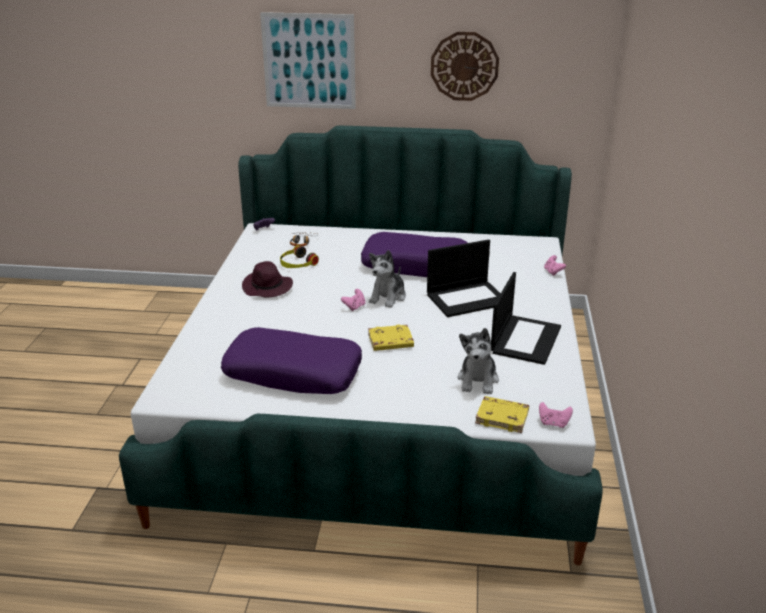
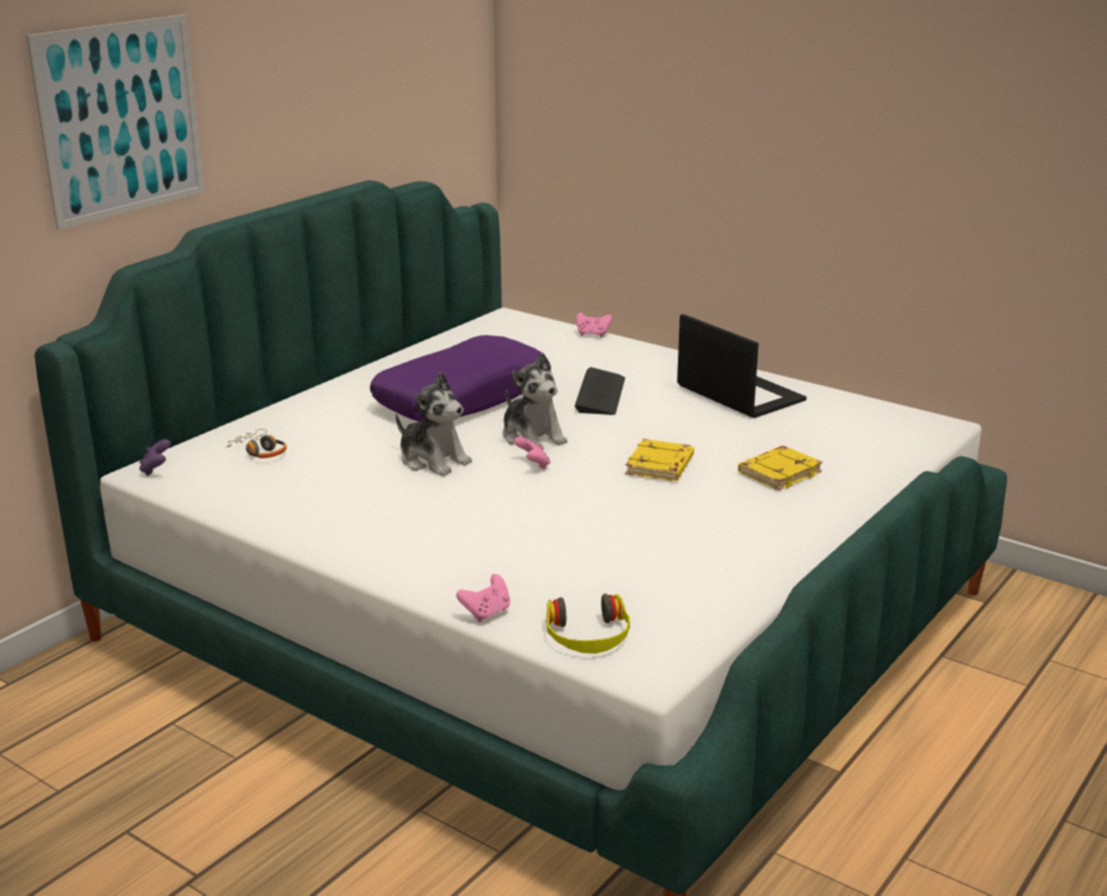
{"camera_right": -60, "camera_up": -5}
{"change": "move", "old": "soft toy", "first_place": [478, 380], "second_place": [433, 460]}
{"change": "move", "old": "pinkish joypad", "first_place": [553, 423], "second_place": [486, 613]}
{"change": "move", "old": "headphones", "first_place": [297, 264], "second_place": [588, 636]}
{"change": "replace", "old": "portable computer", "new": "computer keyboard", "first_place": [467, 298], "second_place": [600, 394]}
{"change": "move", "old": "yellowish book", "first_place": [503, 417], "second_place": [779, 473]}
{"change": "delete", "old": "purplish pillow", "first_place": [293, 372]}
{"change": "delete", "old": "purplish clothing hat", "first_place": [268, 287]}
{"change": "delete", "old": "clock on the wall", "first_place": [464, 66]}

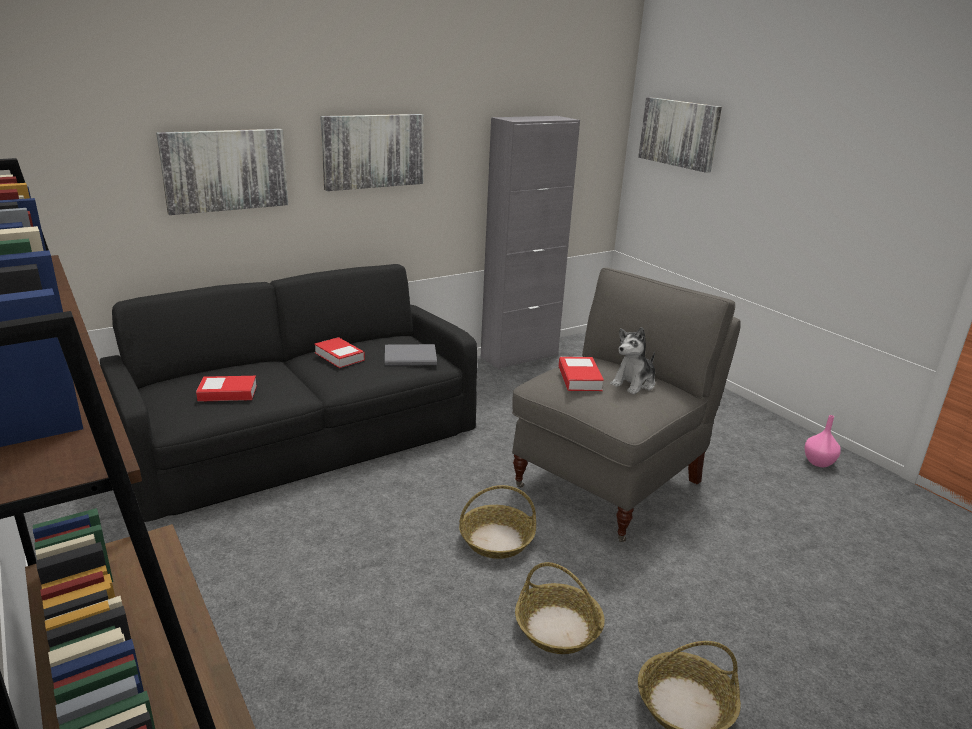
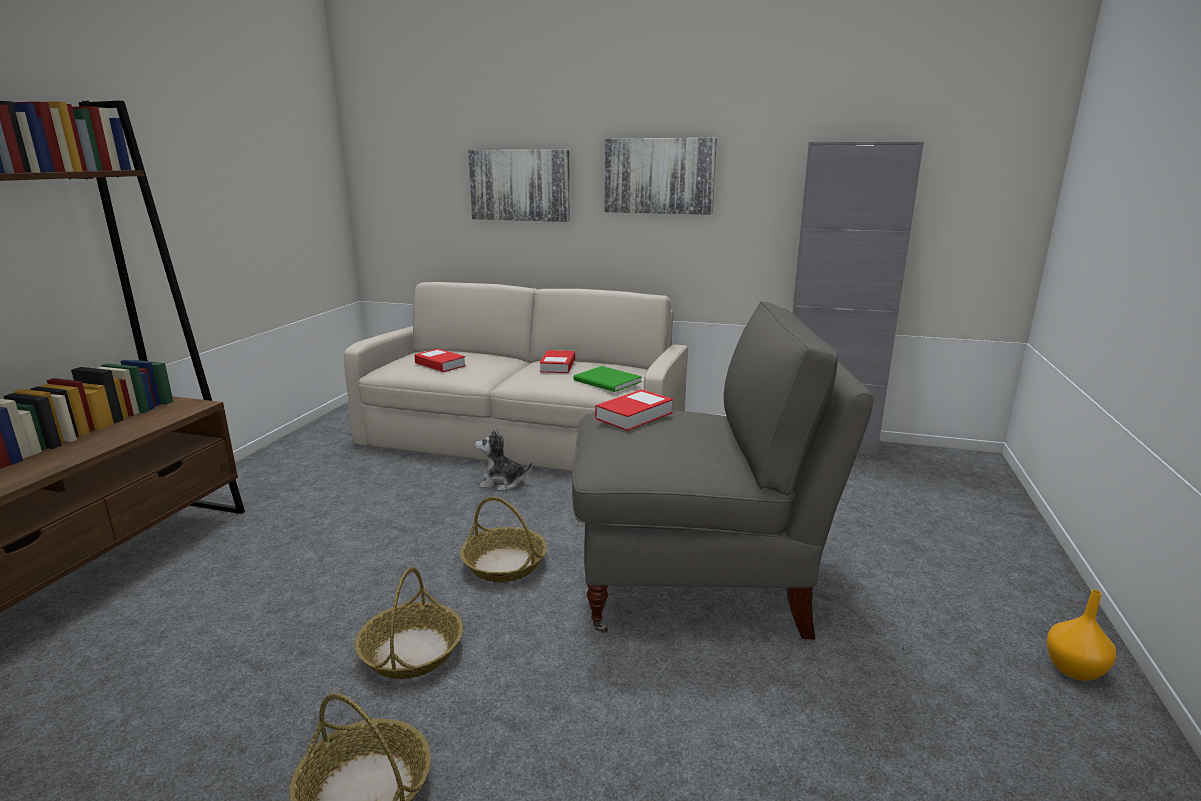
{"camera_right": 50, "camera_up": -5}
{"change": "recolor", "old": "black sofa", "new": "beige-coloured sofa", "first_place": [303, 434], "second_place": [525, 433]}
{"change": "move", "old": "soft toy", "first_place": [634, 383], "second_place": [502, 483]}
{"change": "recolor", "old": "grey book", "new": "green-coloured book", "first_place": [412, 357], "second_place": [608, 381]}
{"change": "insert", "new": "orange-coloured vase", "second_place": [1075, 670]}
{"change": "delete", "old": "picture", "first_place": [679, 133]}
{"change": "delete", "old": "pinkish vase", "first_place": [819, 462]}

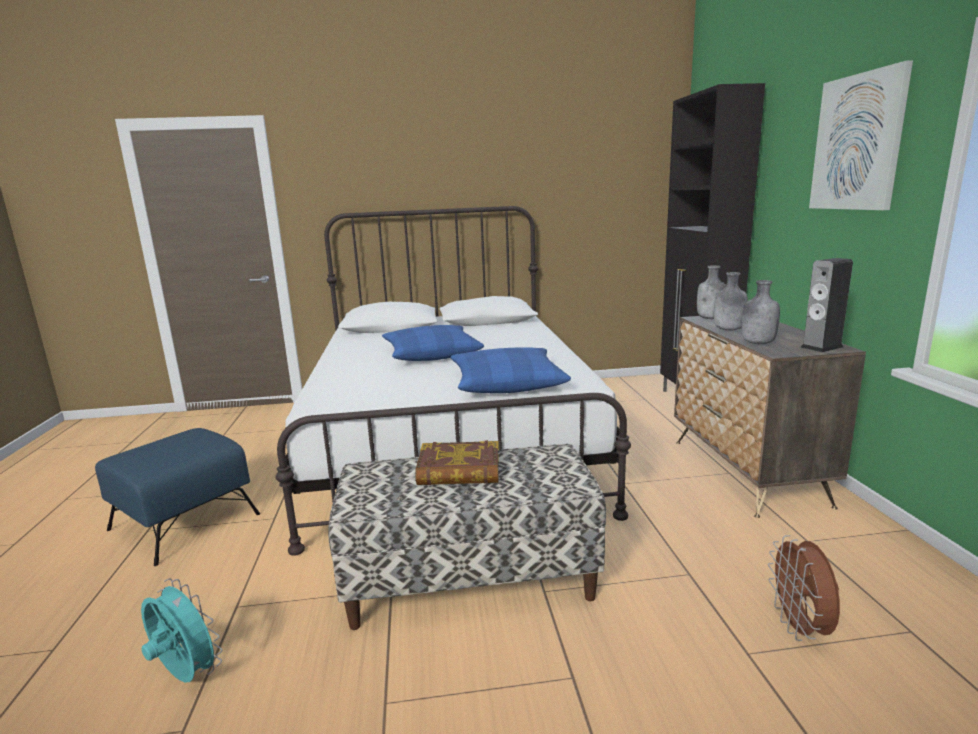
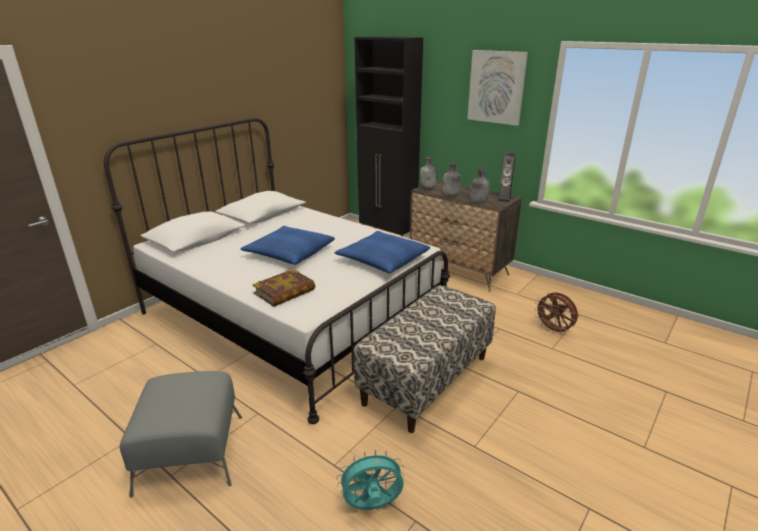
{"camera_right": -45, "camera_up": 10}
{"change": "recolor", "old": "blue ottoman", "new": "grey ottoman", "first_place": [186, 521], "second_place": [191, 452]}
{"change": "move", "old": "book", "first_place": [459, 471], "second_place": [285, 292]}

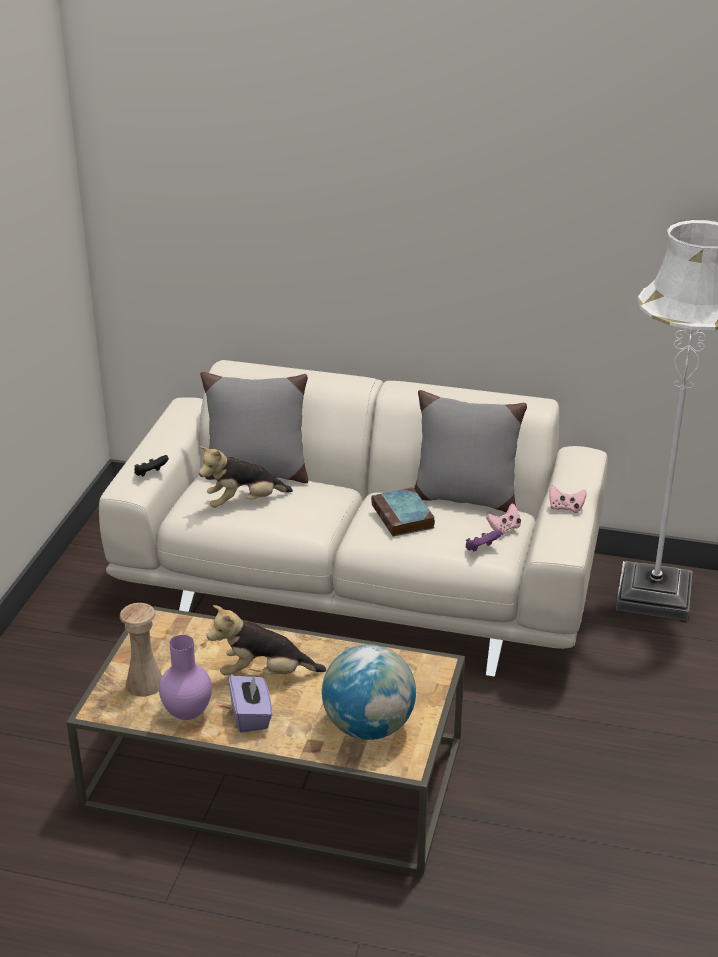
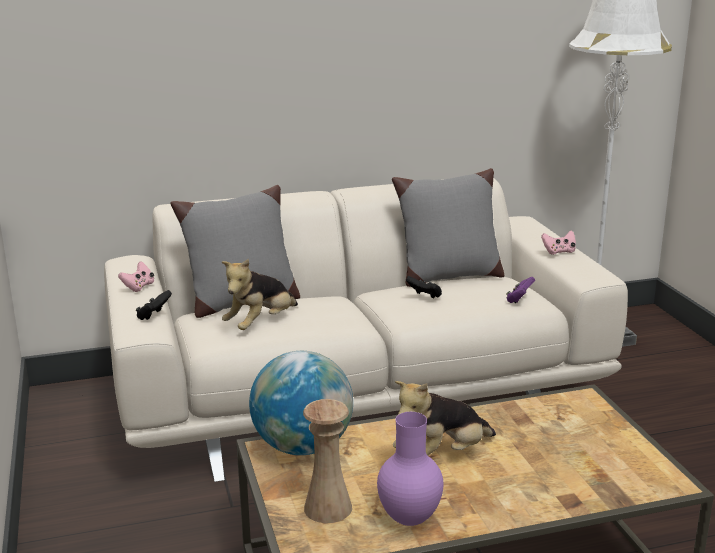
{"camera_right": -30, "camera_up": -10}
{"change": "move", "old": "pinkish joypad", "first_place": [504, 528], "second_place": [138, 287]}
{"change": "move", "old": "desk globe", "first_place": [368, 727], "second_place": [303, 446]}
{"change": "replace", "old": "book", "new": "black joypad", "first_place": [403, 517], "second_place": [425, 296]}
{"change": "delete", "old": "purplish box of tissues", "first_place": [251, 716]}

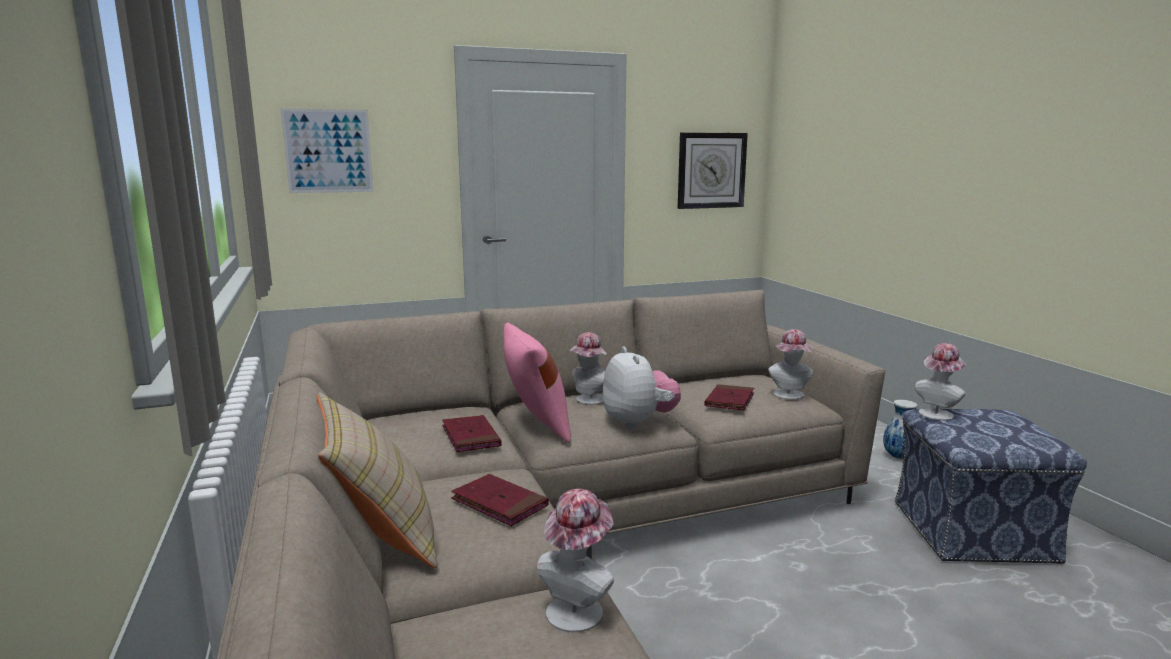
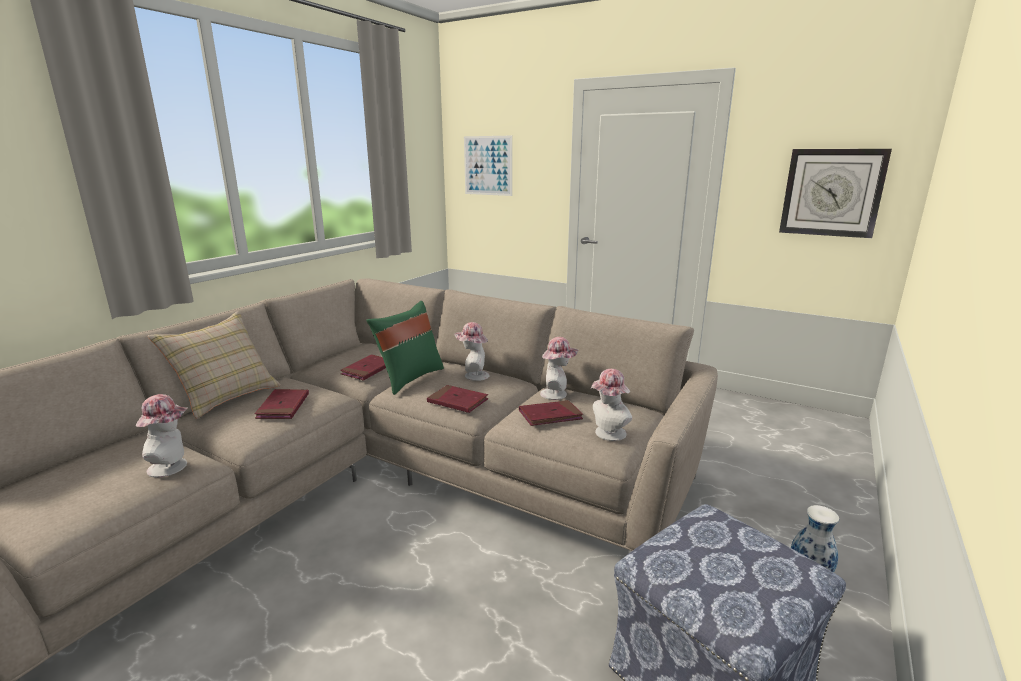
{"camera_right": 50, "camera_up": 5}
{"change": "recolor", "old": "pinkish pillow", "new": "green-coloured pillow", "first_place": [536, 426], "second_place": [409, 378]}
{"change": "replace", "old": "soft toy", "new": "red-coloured book", "first_place": [639, 422], "second_place": [457, 401]}
{"change": "move", "old": "clothing hat", "first_place": [937, 413], "second_place": [557, 394]}

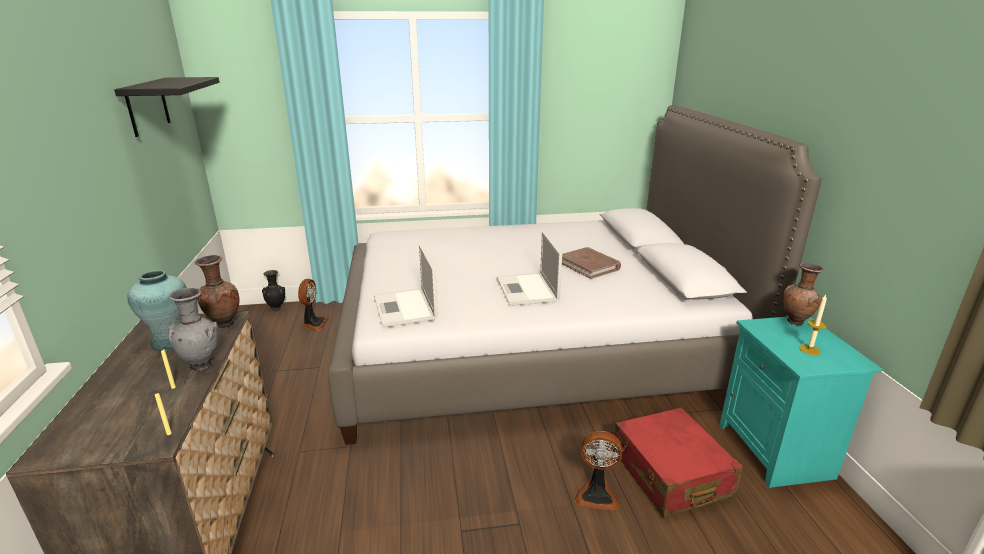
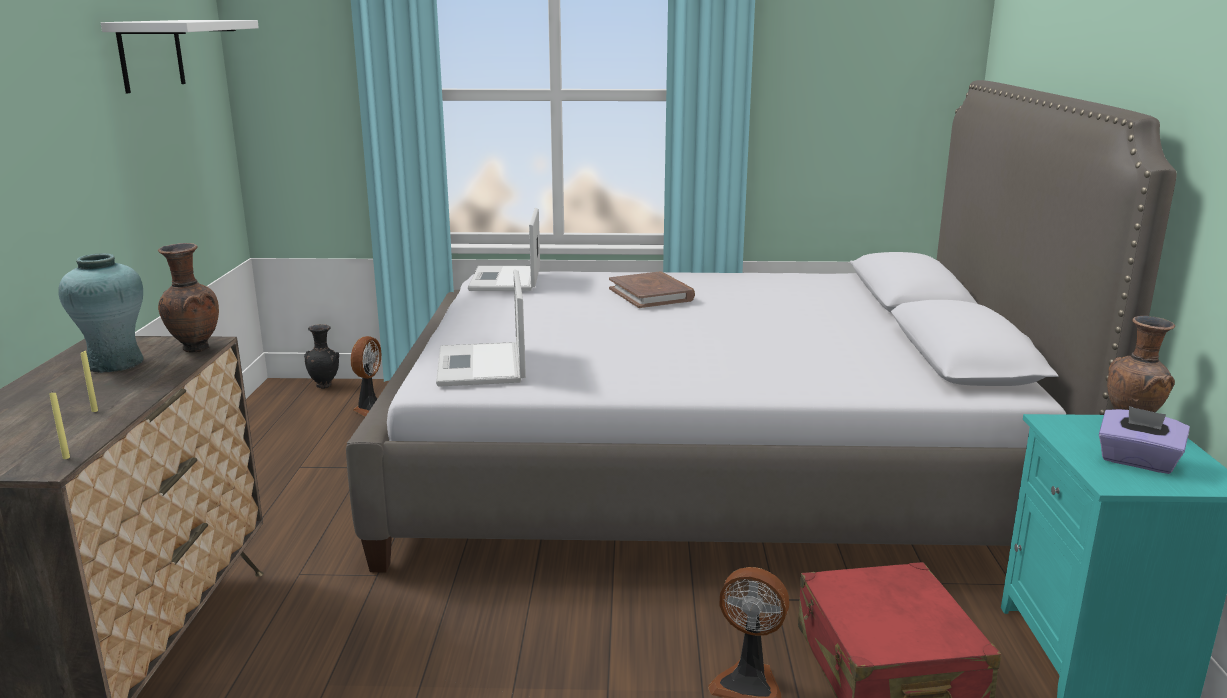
{"camera_right": 10, "camera_up": -5}
{"change": "recolor", "old": "black wall shelf", "new": "white wall shelf", "first_place": [147, 106], "second_place": [151, 55]}
{"change": "move", "old": "portable computer", "first_place": [527, 290], "second_place": [506, 280]}
{"change": "move", "old": "brownish book", "first_place": [589, 265], "second_place": [651, 294]}
{"change": "replace", "old": "wax candle", "new": "purplish box of tissues", "first_place": [809, 350], "second_place": [1137, 461]}
{"change": "delete", "old": "grey vase", "first_place": [202, 365]}

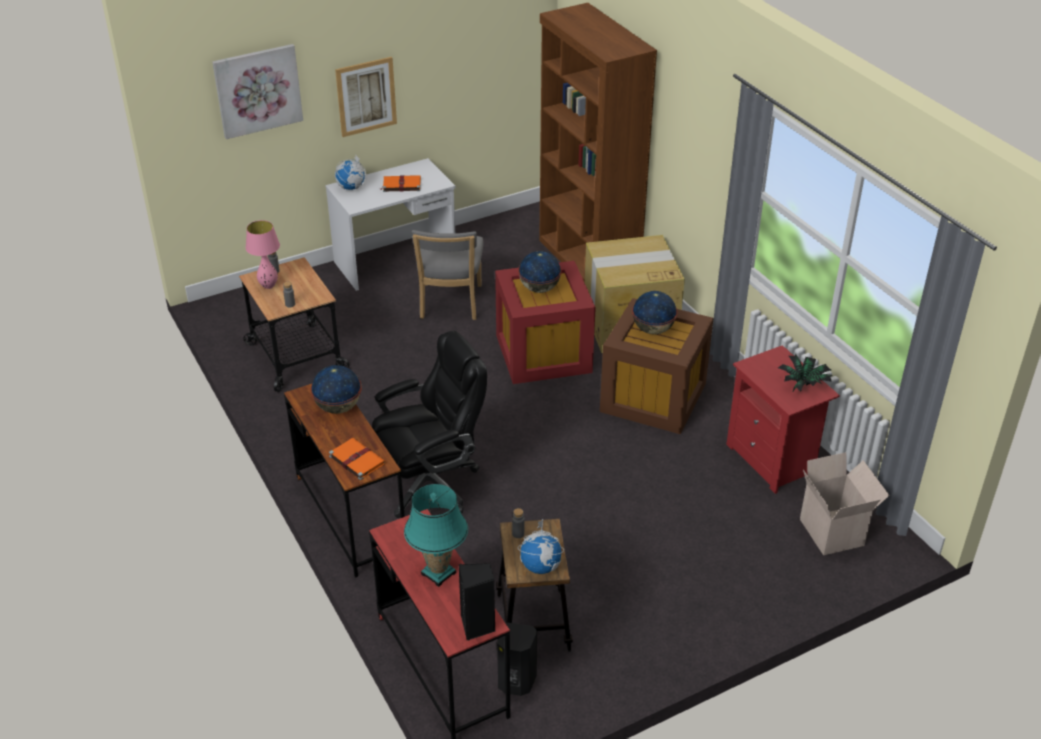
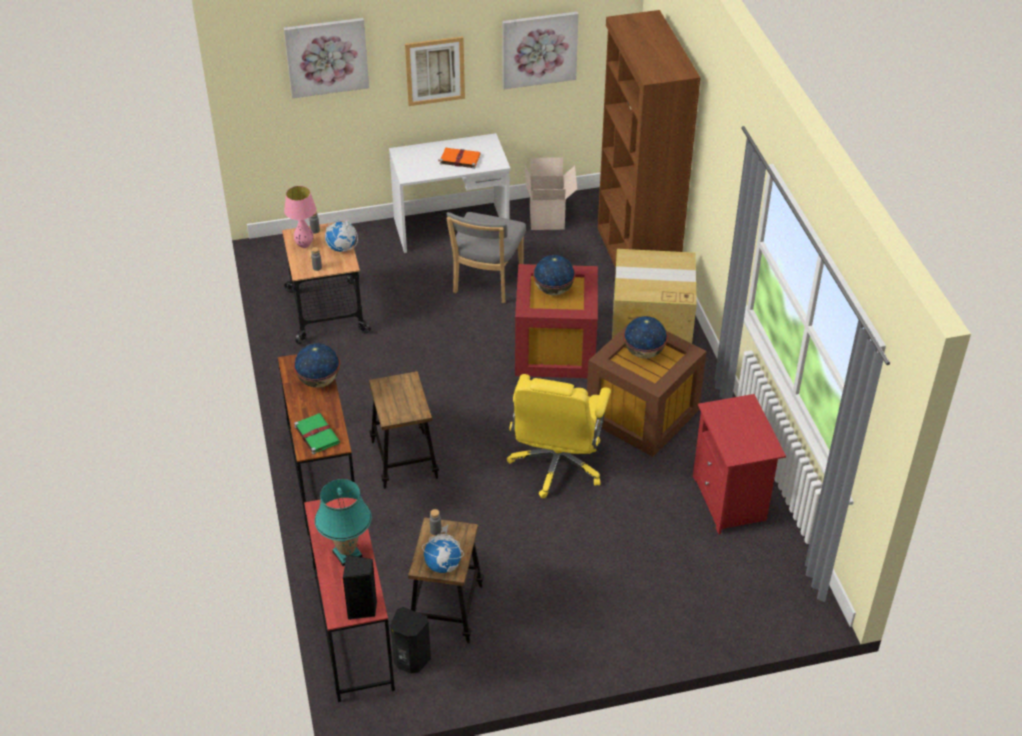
{"camera_right": 15, "camera_up": 5}
{"change": "recolor", "old": "orange-coloured book", "new": "green-coloured book", "first_place": [356, 459], "second_place": [316, 434]}
{"change": "move", "old": "desk globe", "first_place": [351, 188], "second_place": [342, 248]}
{"change": "replace", "old": "black computer chair", "new": "stool", "first_place": [431, 483], "second_place": [404, 460]}
{"change": "insert", "new": "picture", "second_place": [539, 49]}
{"change": "insert", "new": "yellowish computer chair", "second_place": [557, 465]}
{"change": "move", "old": "carton", "first_place": [834, 532], "second_place": [548, 218]}
{"change": "delete", "old": "potted plant", "first_place": [803, 384]}

